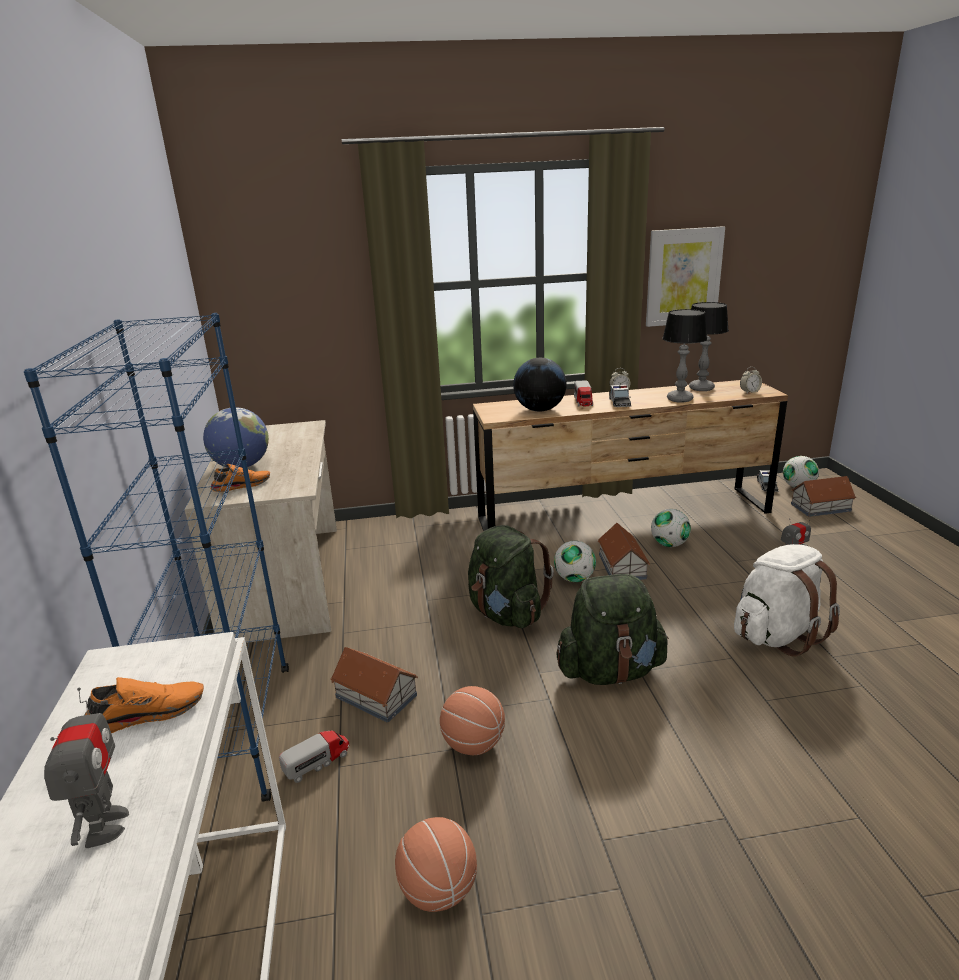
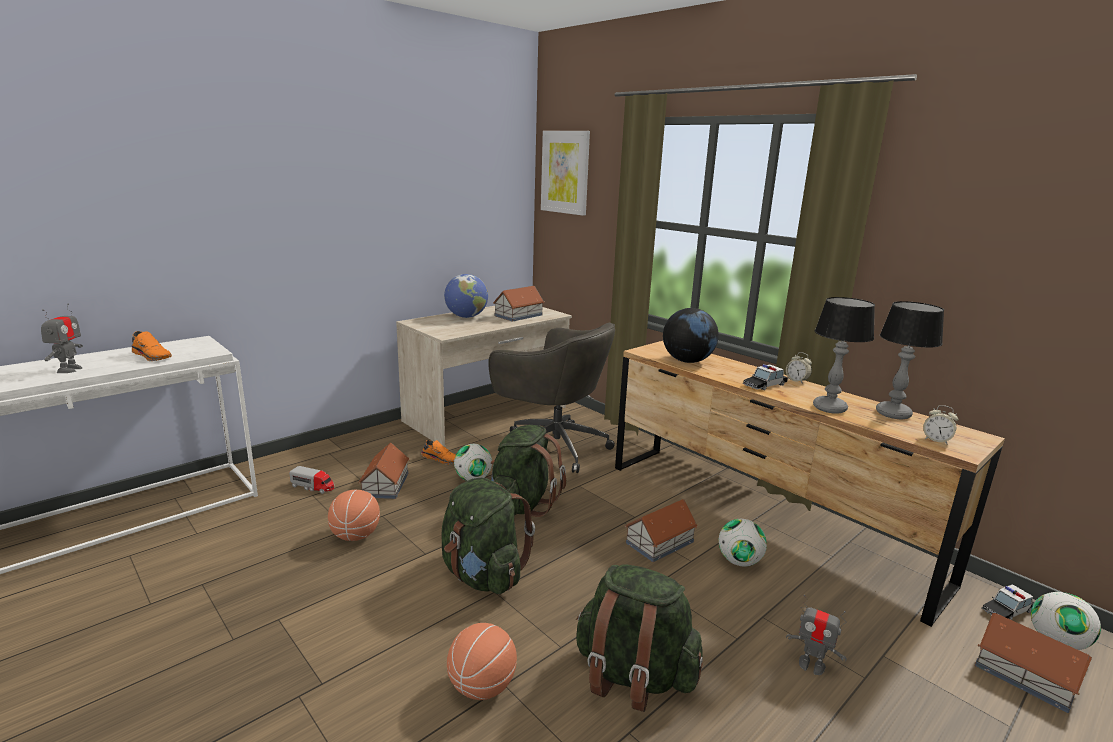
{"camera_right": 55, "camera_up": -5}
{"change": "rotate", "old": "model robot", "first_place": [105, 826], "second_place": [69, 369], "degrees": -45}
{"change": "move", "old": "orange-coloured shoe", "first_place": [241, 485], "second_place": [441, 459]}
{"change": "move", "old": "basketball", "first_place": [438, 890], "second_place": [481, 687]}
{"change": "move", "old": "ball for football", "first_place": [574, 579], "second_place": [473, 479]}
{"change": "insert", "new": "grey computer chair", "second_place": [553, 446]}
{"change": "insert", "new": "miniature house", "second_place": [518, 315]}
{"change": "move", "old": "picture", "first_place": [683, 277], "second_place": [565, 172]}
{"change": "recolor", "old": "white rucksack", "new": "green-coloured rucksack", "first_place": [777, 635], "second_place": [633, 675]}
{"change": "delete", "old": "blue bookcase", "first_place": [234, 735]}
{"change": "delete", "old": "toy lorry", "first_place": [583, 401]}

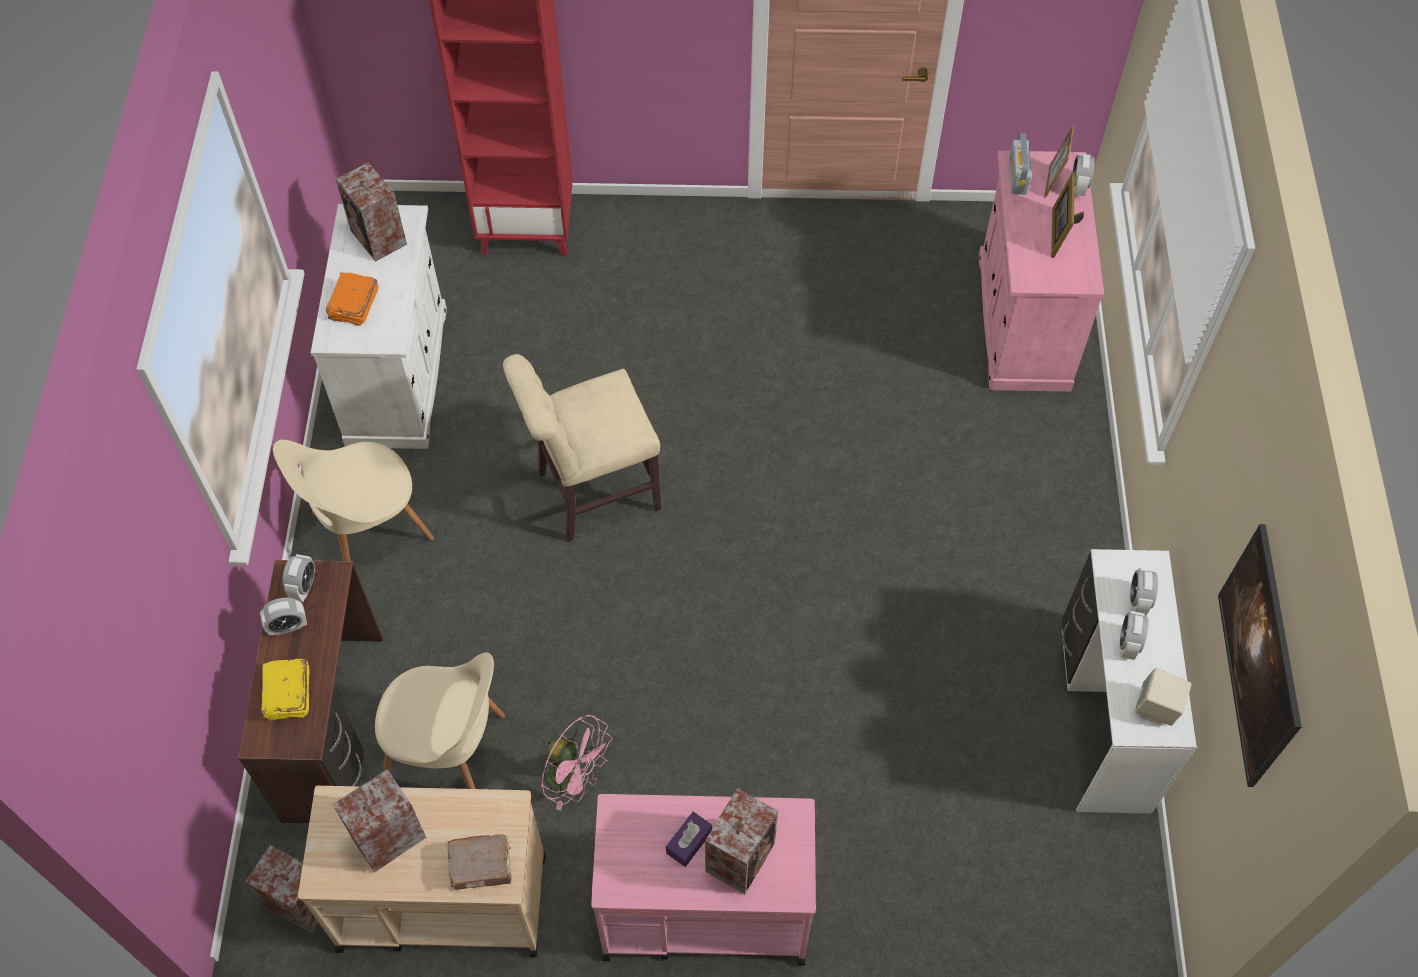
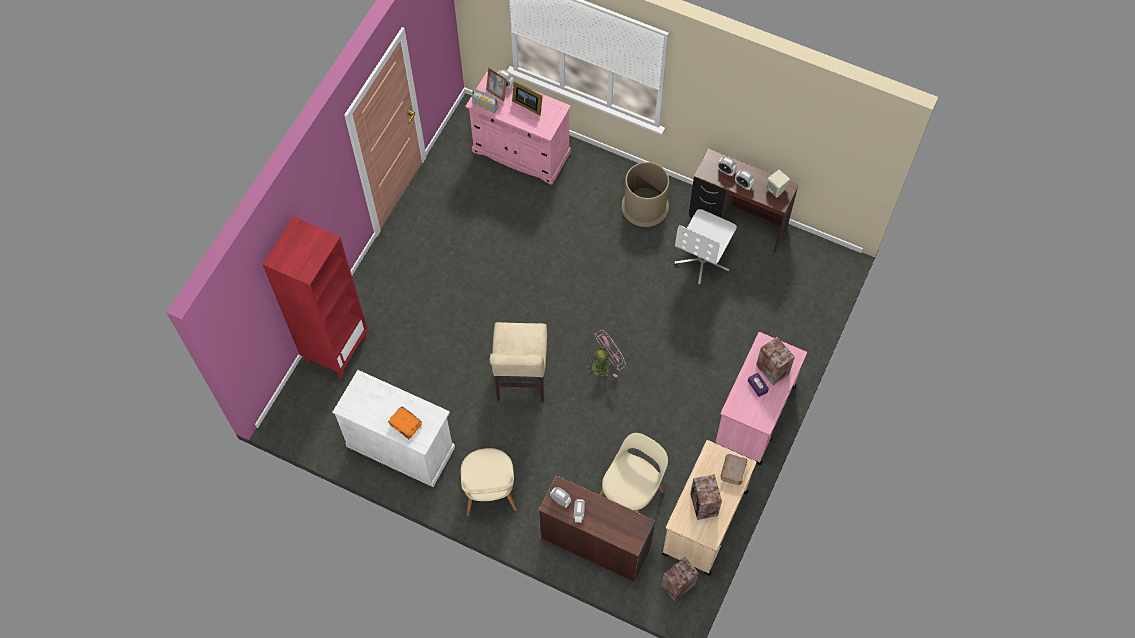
{"camera_right": -65, "camera_up": 5}
{"change": "move", "old": "pinkish electric fan", "first_place": [575, 777], "second_place": [604, 364]}
{"change": "insert", "new": "brownish rubbish bin", "second_place": [645, 206]}
{"change": "insert", "new": "white computer chair", "second_place": [703, 260]}
{"change": "recolor", "old": "white desk unit", "new": "brownish desk unit", "first_place": [1101, 718], "second_place": [737, 222]}
{"change": "delete", "old": "yellowish book", "first_place": [287, 695]}
{"change": "delete", "old": "speaker", "first_place": [379, 239]}
{"change": "delete", "old": "picture", "first_place": [1248, 672]}

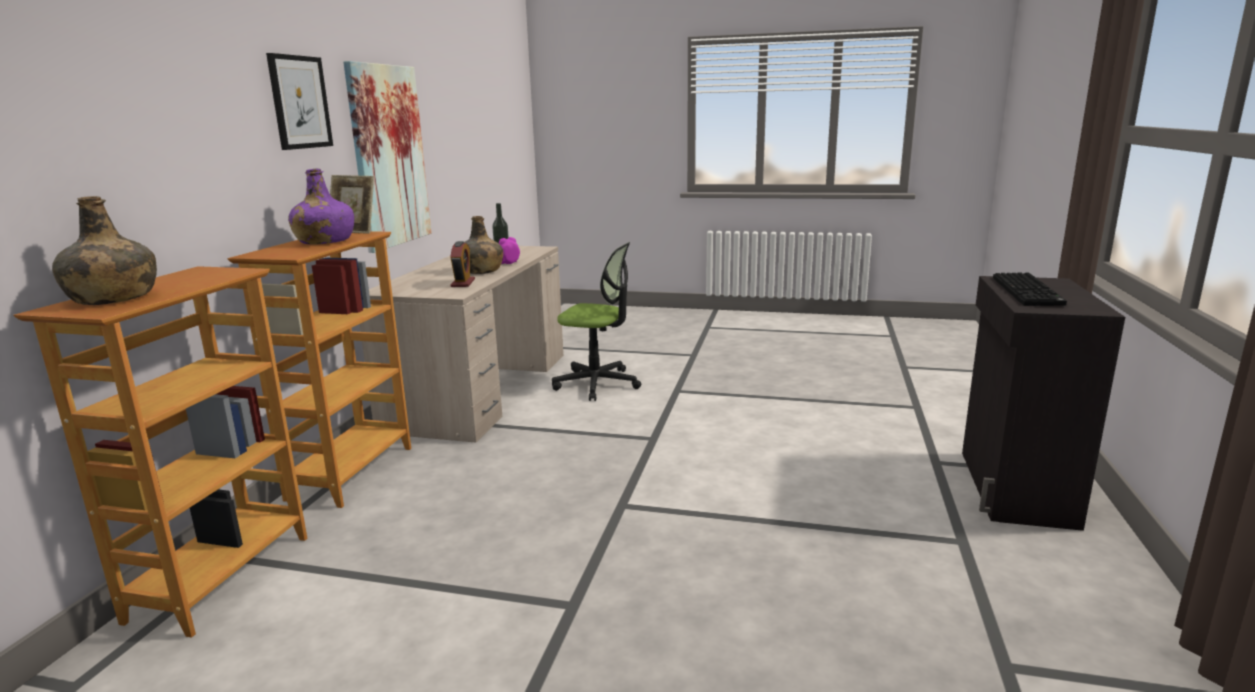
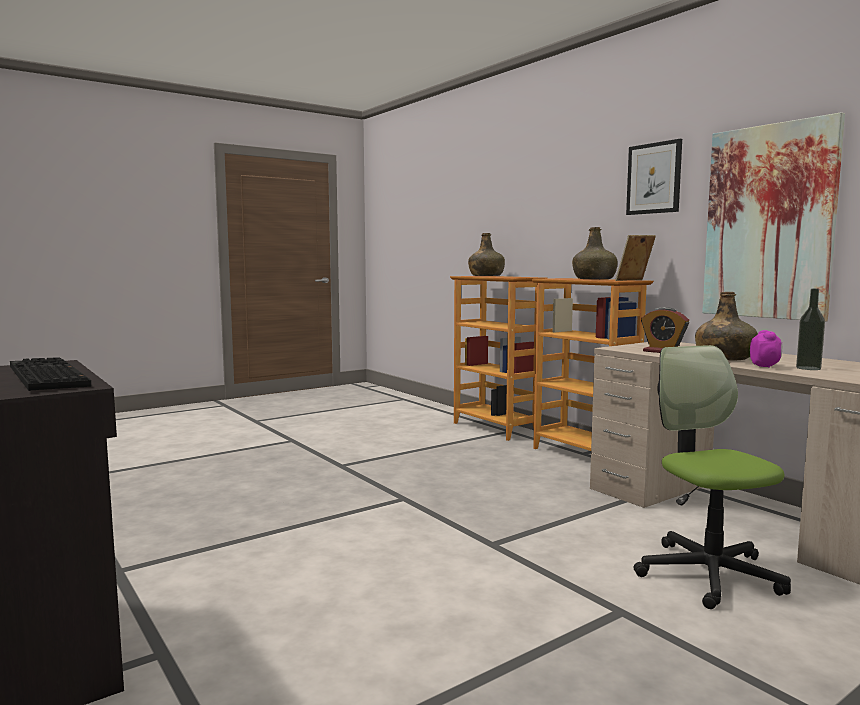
{"camera_right": 130, "camera_up": -10}
{"change": "recolor", "old": "purplish bottle", "new": "green-coloured bottle", "first_place": [324, 241], "second_place": [594, 279]}
{"change": "rotate", "old": "computer chair", "first_place": [597, 384], "second_place": [708, 574], "degrees": 105}

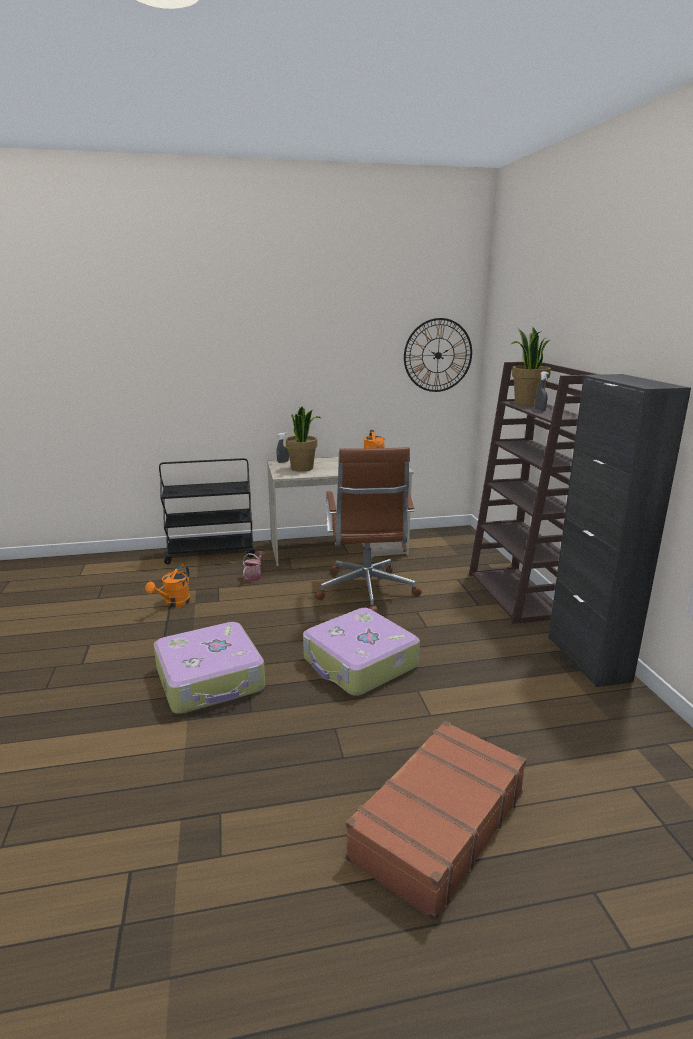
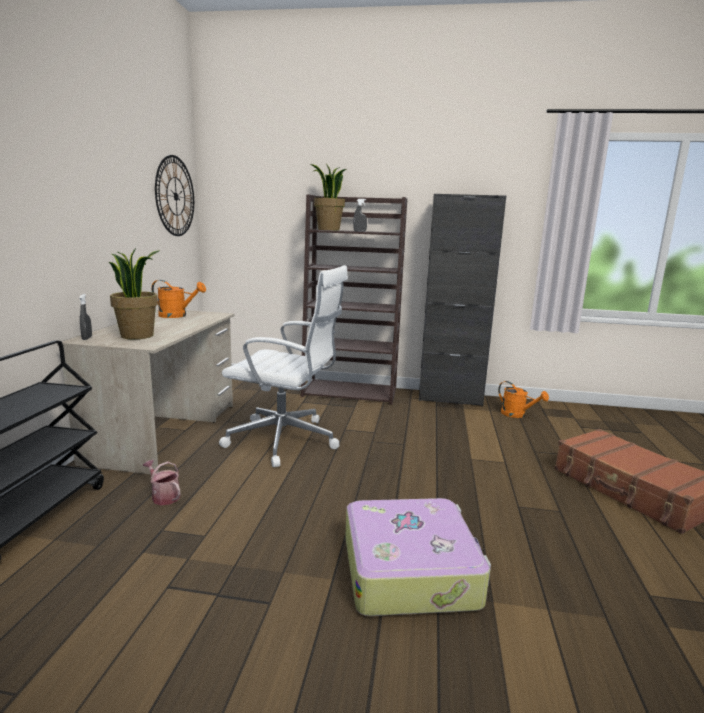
{"camera_right": -70, "camera_up": -5}
{"change": "recolor", "old": "brownish computer chair", "new": "white computer chair", "first_place": [366, 592], "second_place": [286, 440]}
{"change": "move", "old": "orange-coloured sprinkling can", "first_place": [174, 603], "second_place": [517, 415]}
{"change": "delete", "old": "piece of luggage", "first_place": [359, 664]}

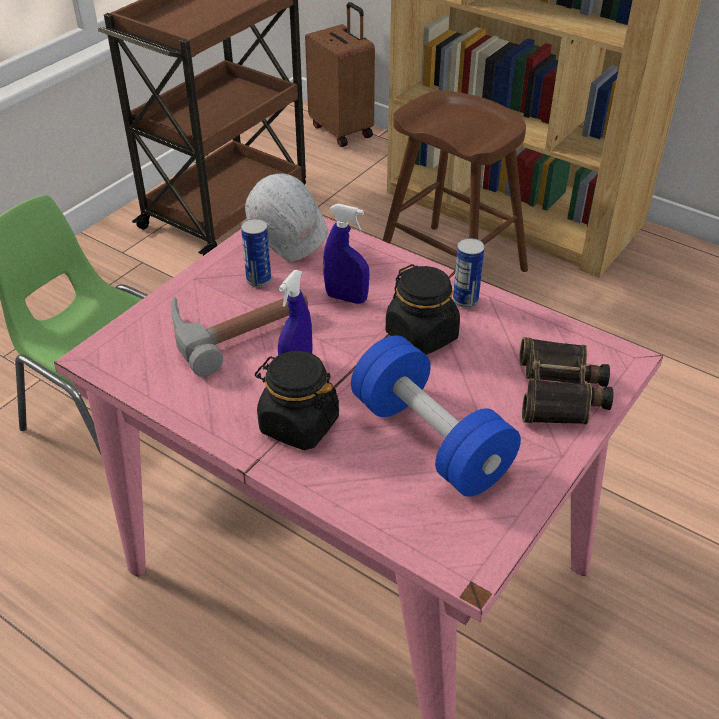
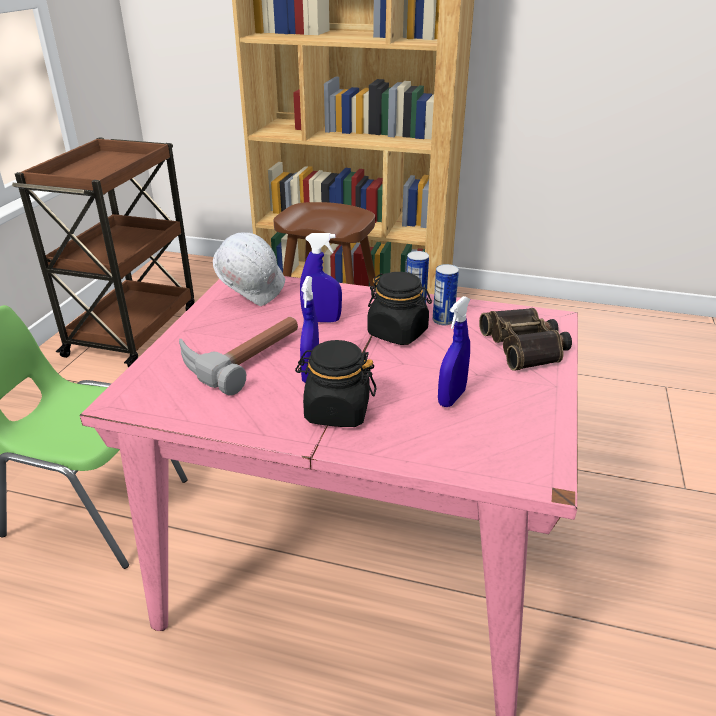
{"camera_right": -20, "camera_up": -10}
{"change": "move", "old": "metal can", "first_place": [259, 280], "second_place": [443, 320]}
{"change": "replace", "old": "blue dumbbell", "new": "blue sprayer", "first_place": [430, 440], "second_place": [451, 398]}
{"change": "delete", "old": "brownish piece of luggage", "first_place": [343, 130]}

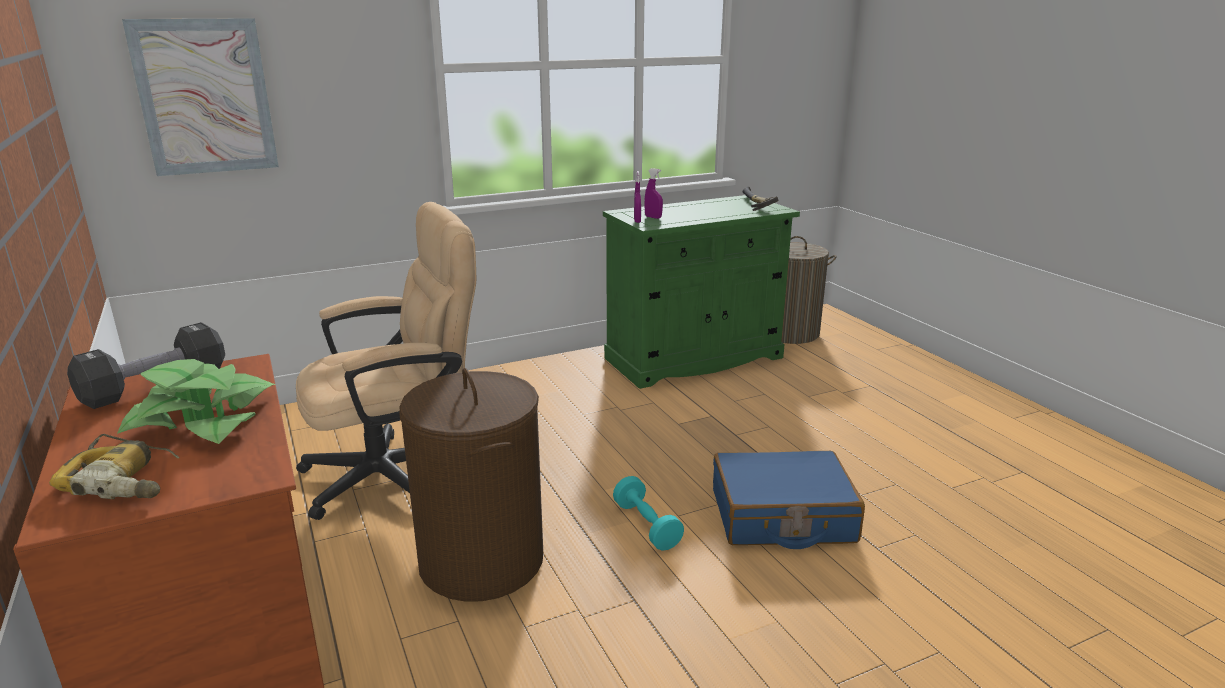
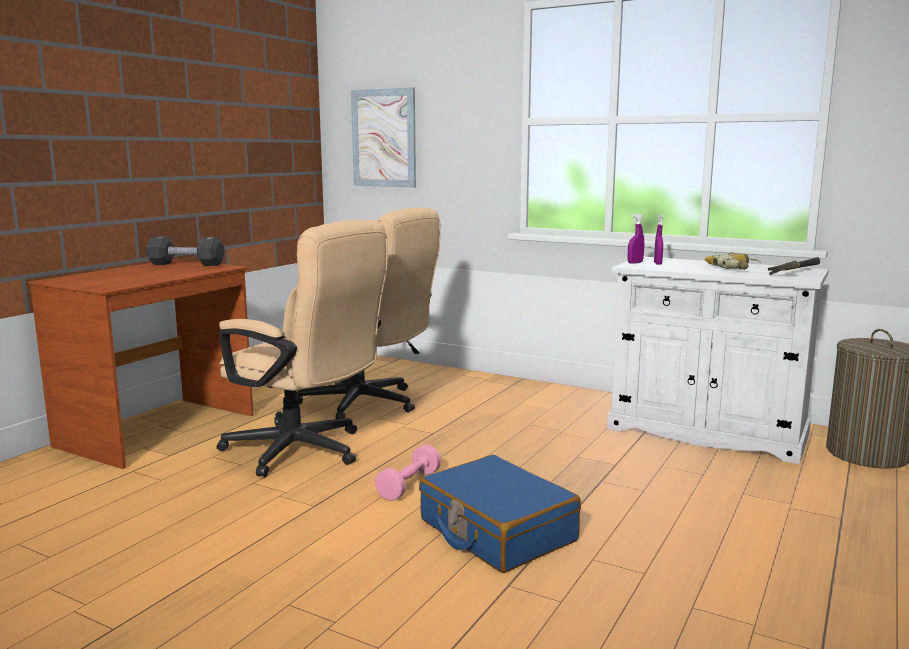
{"camera_right": 55, "camera_up": -10}
{"change": "replace", "old": "brownish washing basket", "new": "beige-coloured computer chair", "first_place": [482, 561], "second_place": [305, 452]}
{"change": "recolor", "old": "turquoise-coloured dumbbell", "new": "pinkish dumbbell", "first_place": [647, 526], "second_place": [409, 485]}
{"change": "recolor", "old": "green-coloured cabinet", "new": "white cabinet", "first_place": [694, 358], "second_place": [706, 432]}
{"change": "move", "old": "electric drill", "first_place": [126, 480], "second_place": [734, 268]}
{"change": "delete", "old": "potted plant", "first_place": [204, 418]}

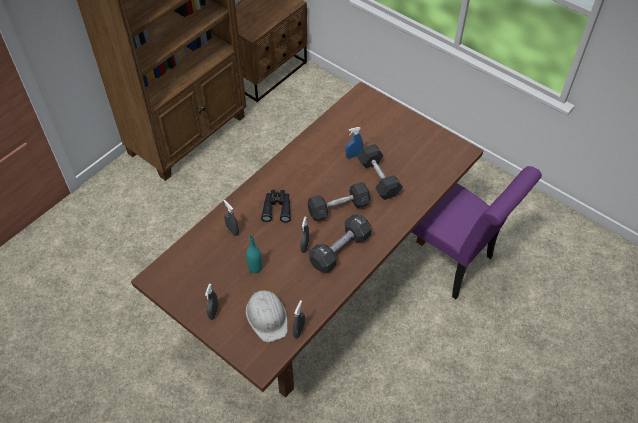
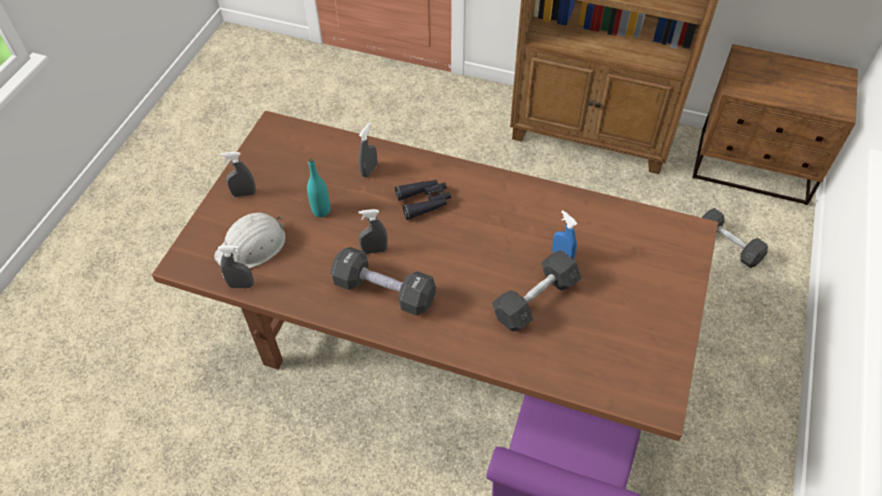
{"camera_right": 70, "camera_up": 0}
{"change": "move", "old": "grey dumbbell", "first_place": [338, 208], "second_place": [728, 245]}

